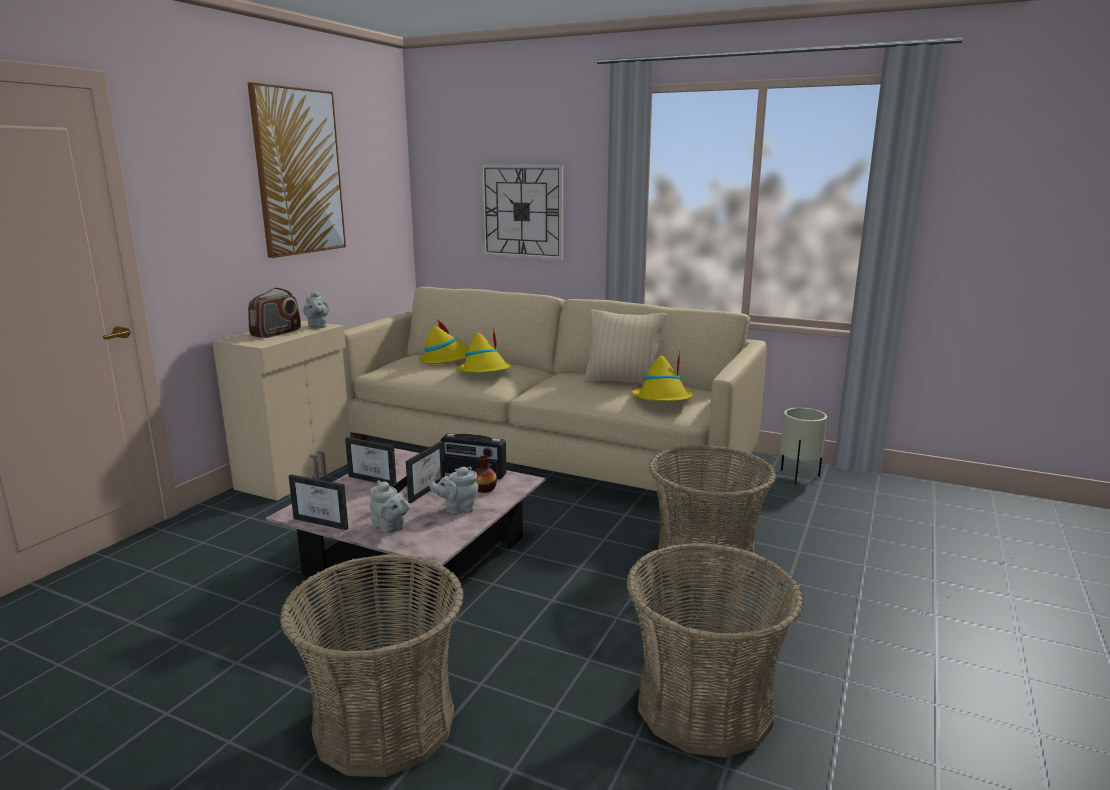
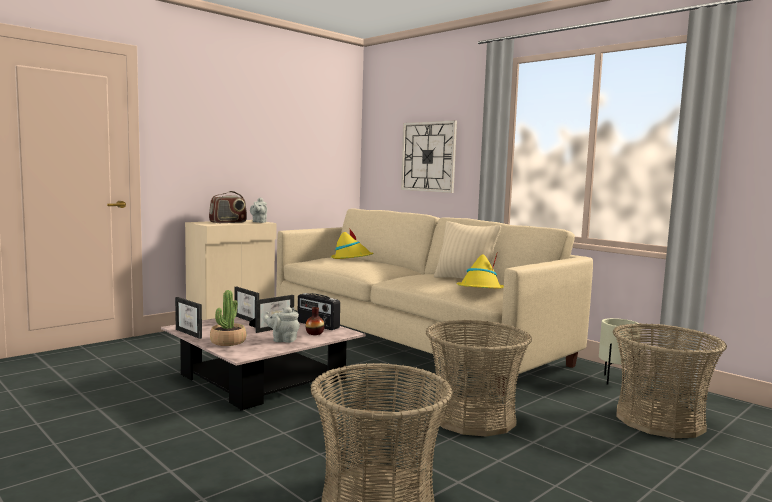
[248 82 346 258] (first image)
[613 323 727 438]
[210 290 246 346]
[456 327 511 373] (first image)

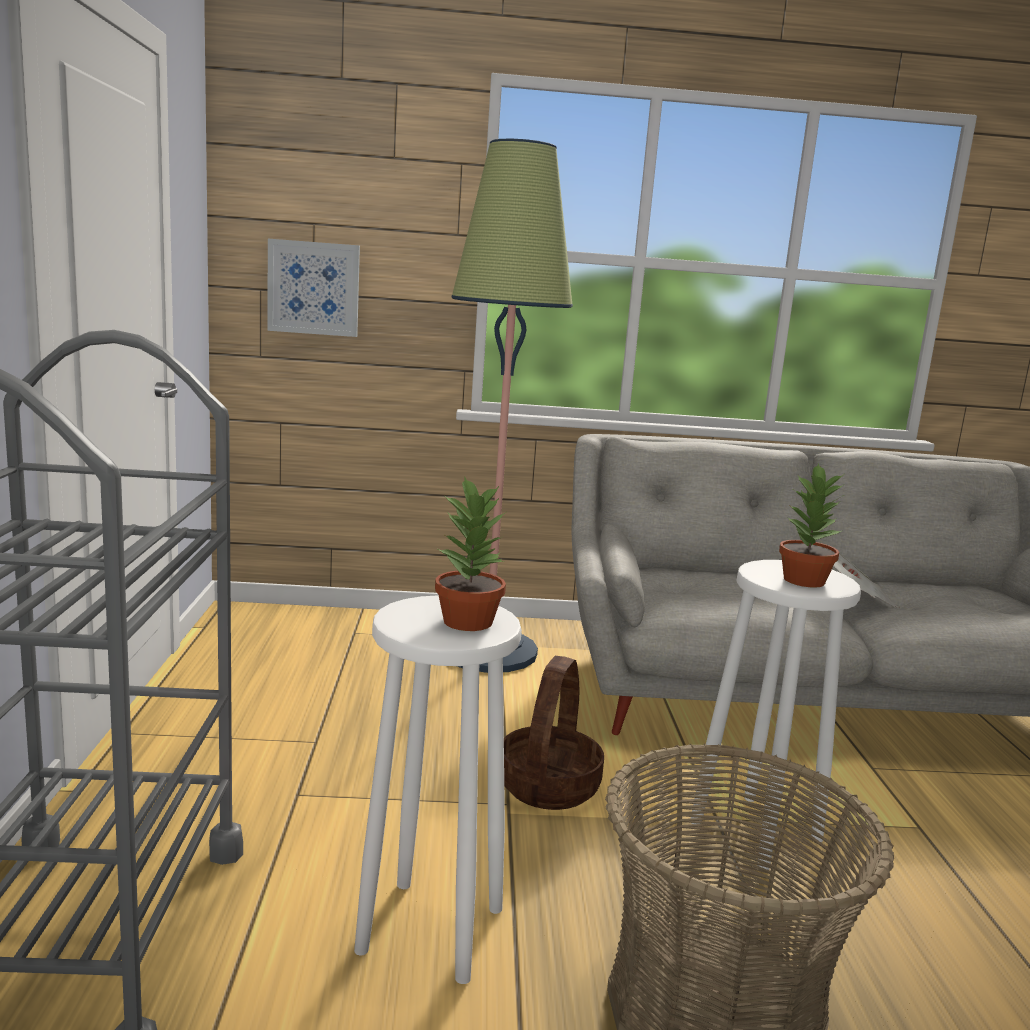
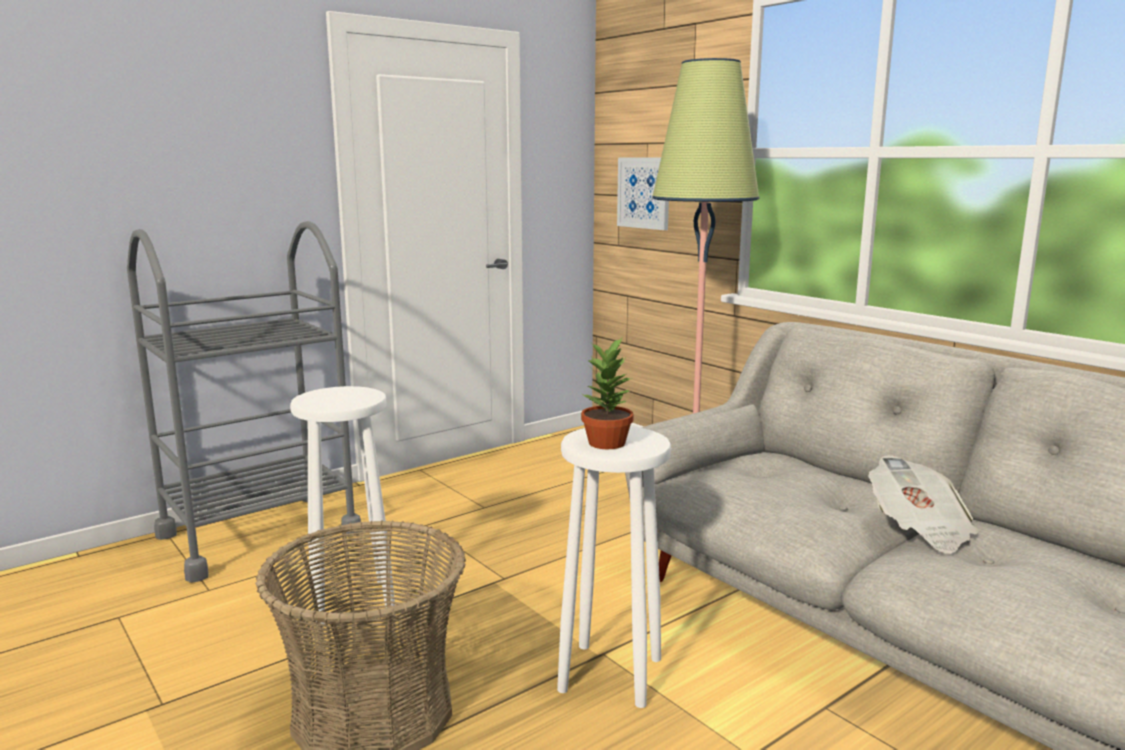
[435 477 506 631] (first image)
[504 656 604 810] (first image)

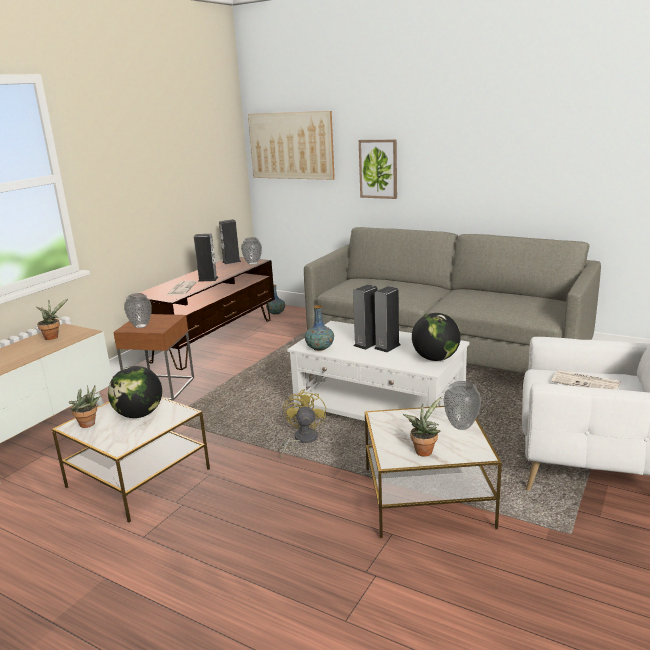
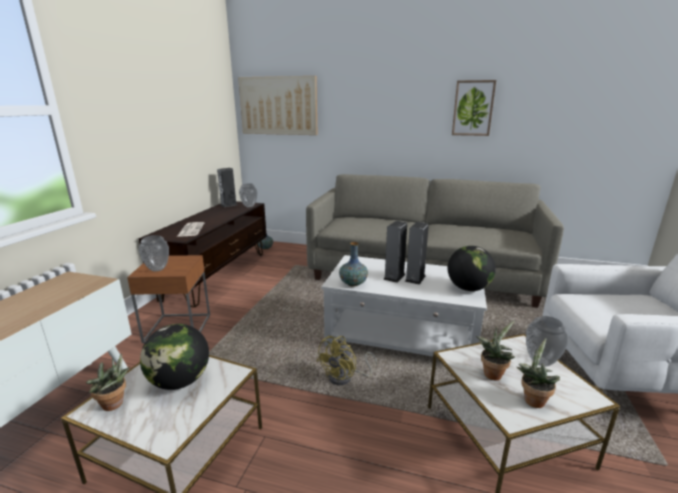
[476 321 515 381]
[194 234 218 282] (first image)
[316 336 377 385]
[452 80 496 136]
[552 370 621 390] (first image)

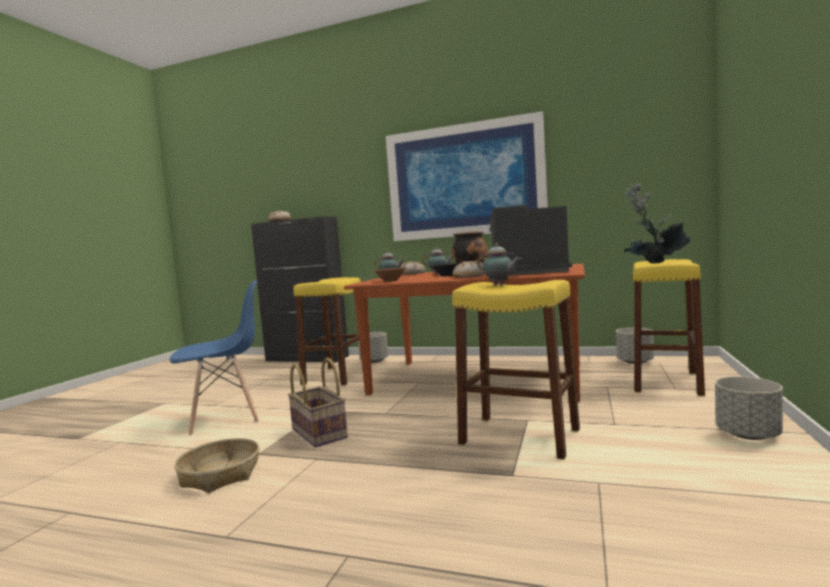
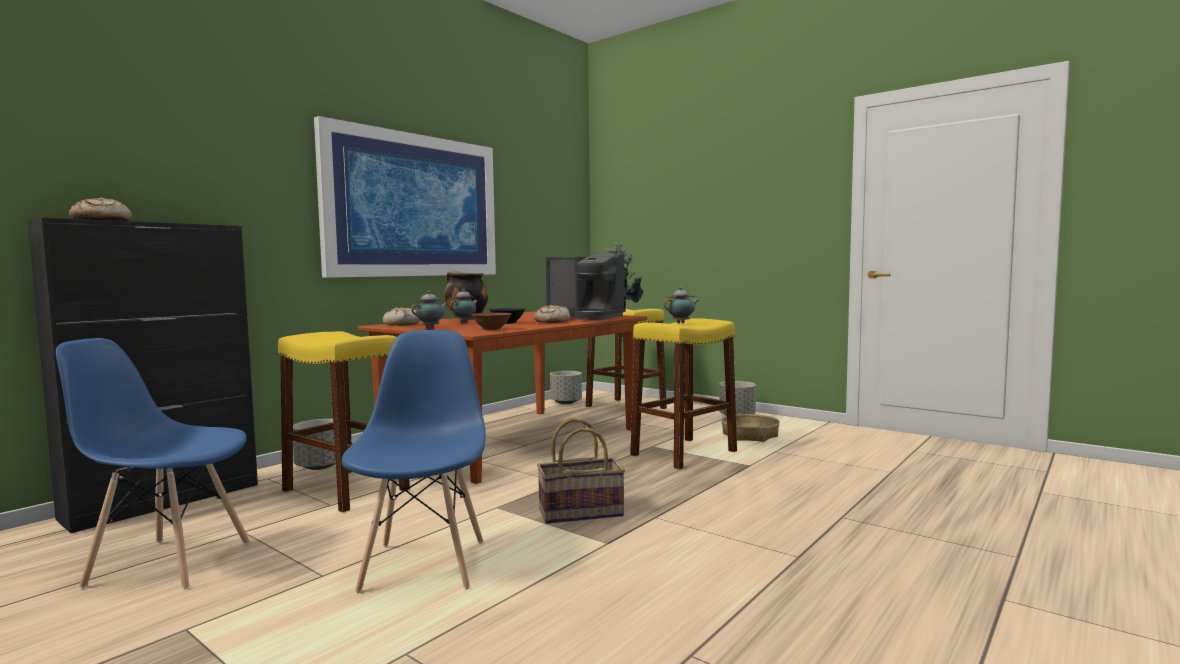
[721 414 780 442]
[546 253 626 320]
[56 338 250 590]

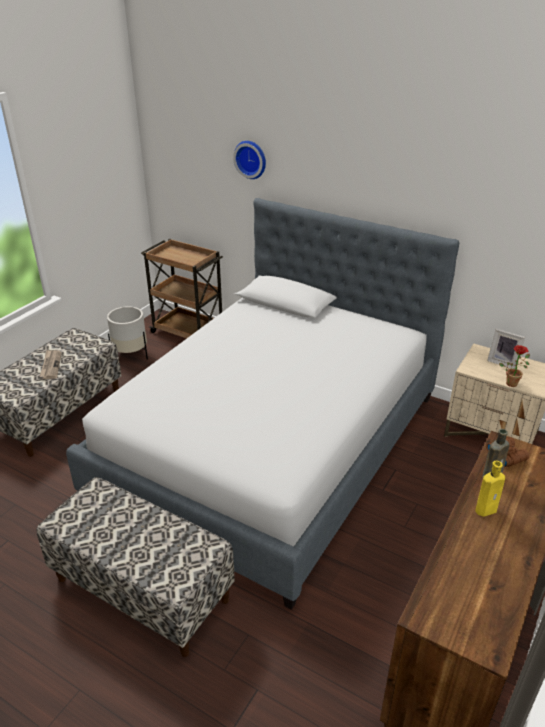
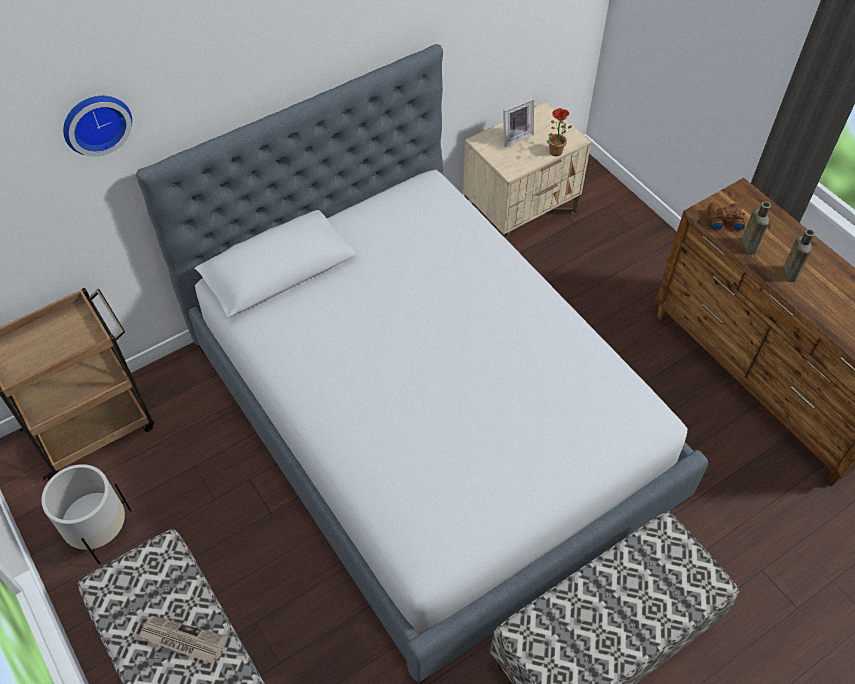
[783 229 815 282]

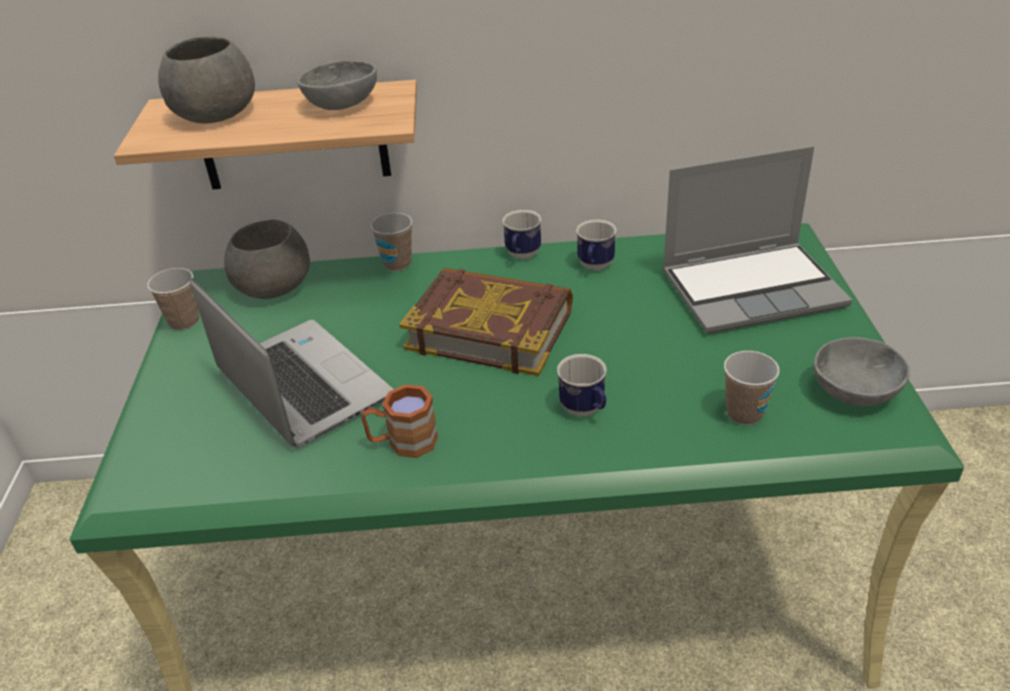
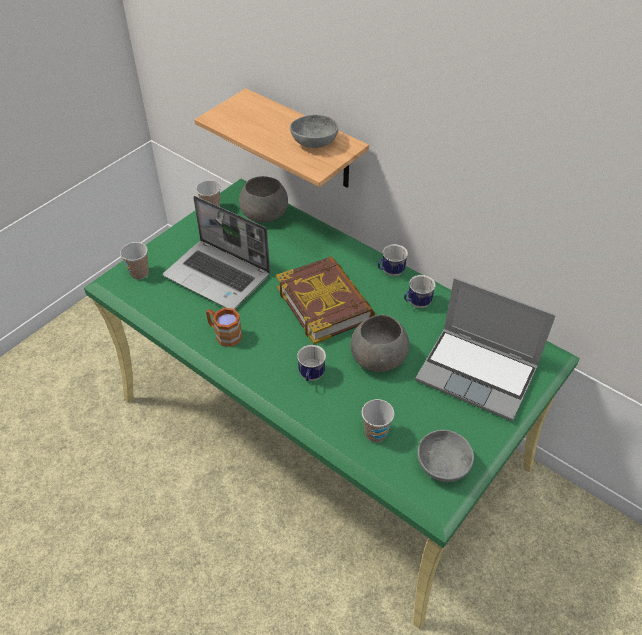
[351 315 409 372]
[163 196 270 309]
[120 242 149 279]

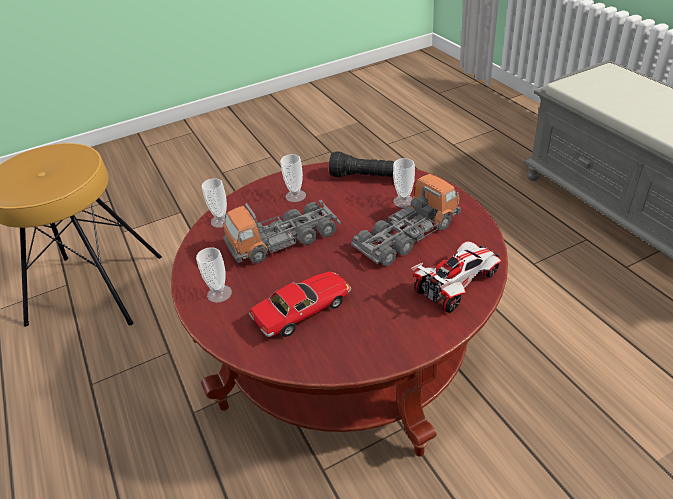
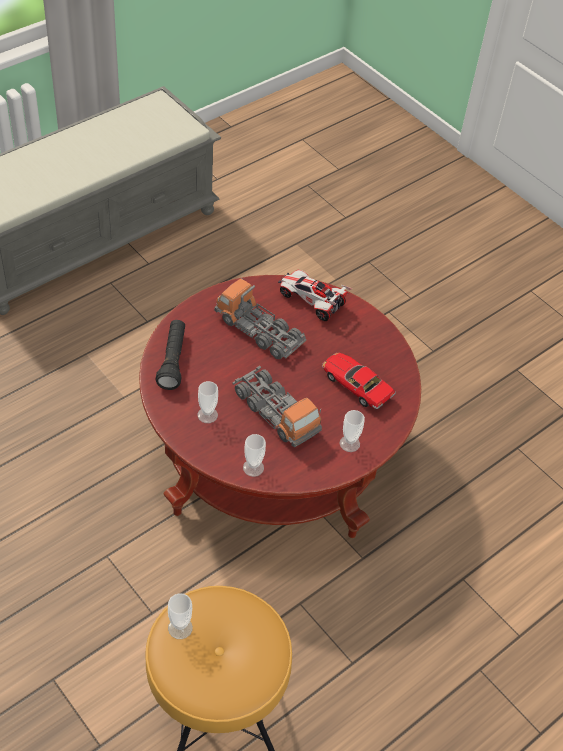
[168 593 193 639]

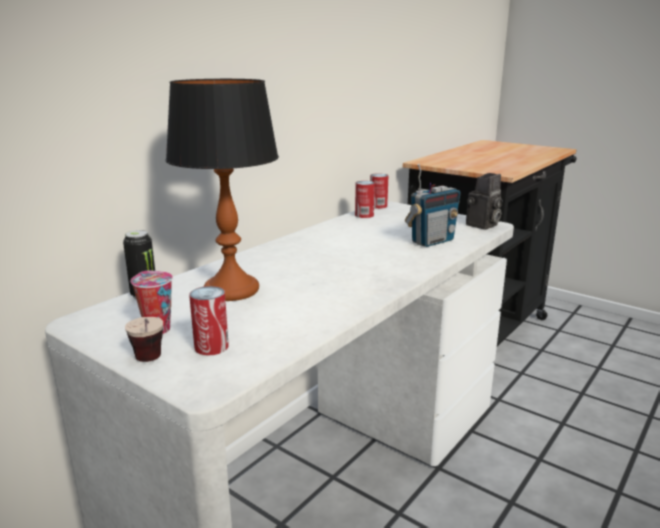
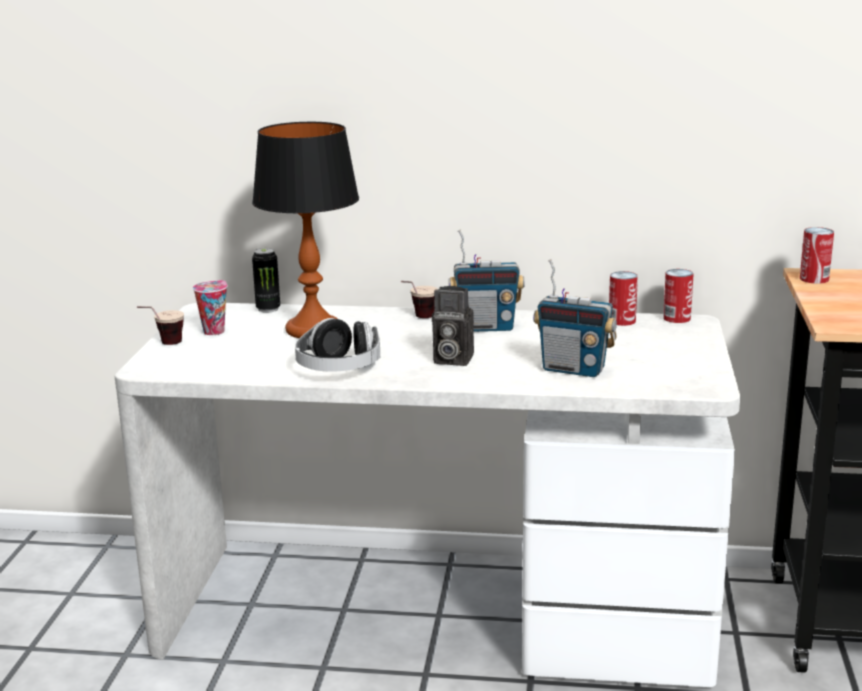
[800 227 834 284]
[432 286 474 366]
[295 318 380 372]
[401 281 438 318]
[449 230 525 332]

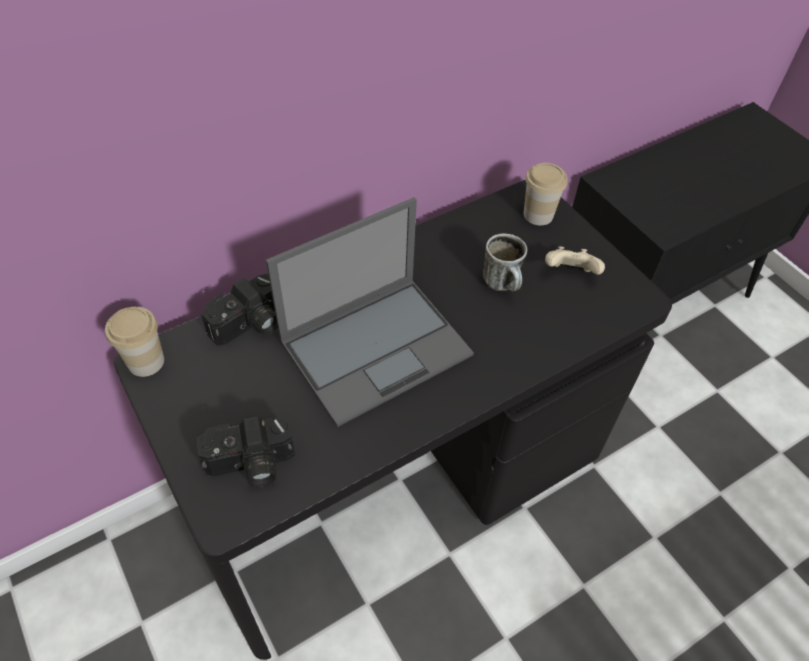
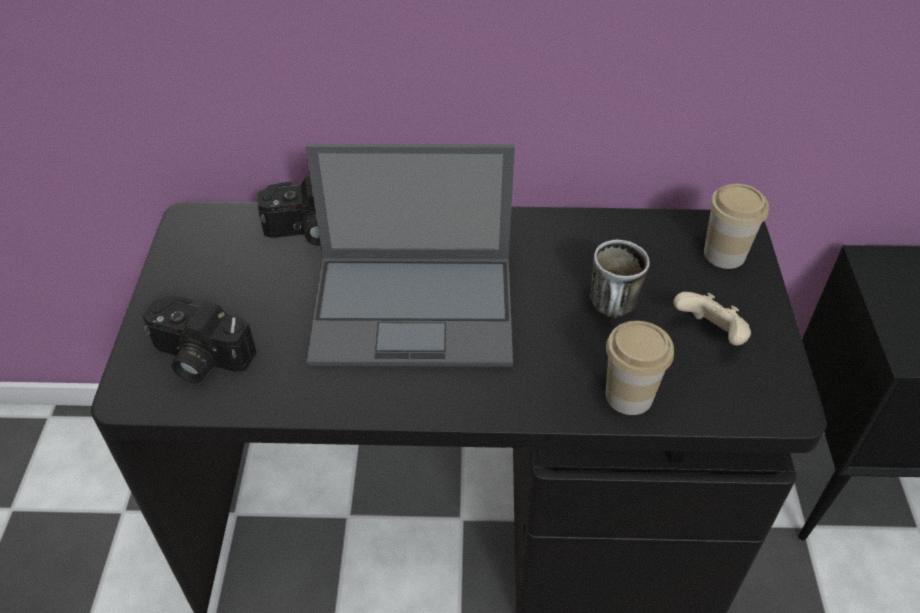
[605 321 674 415]

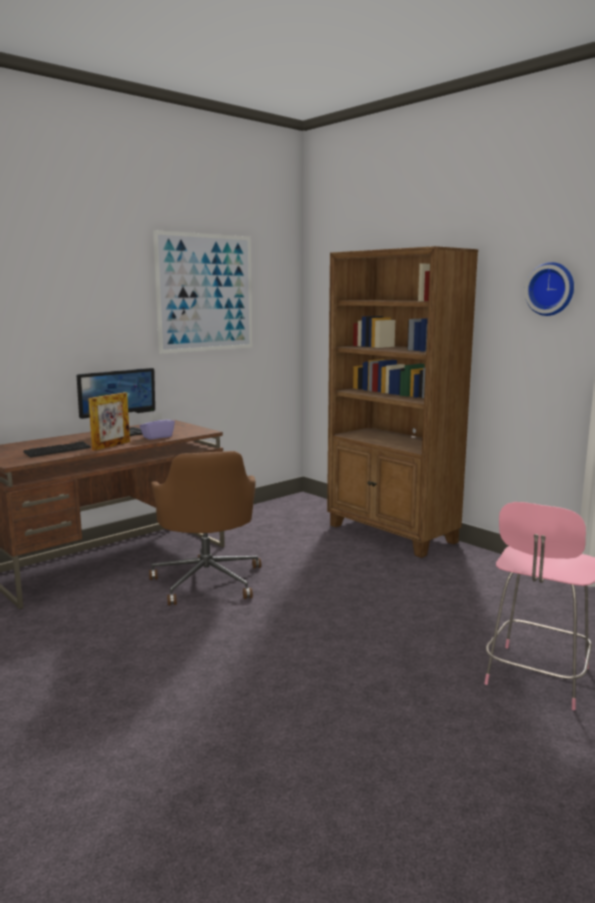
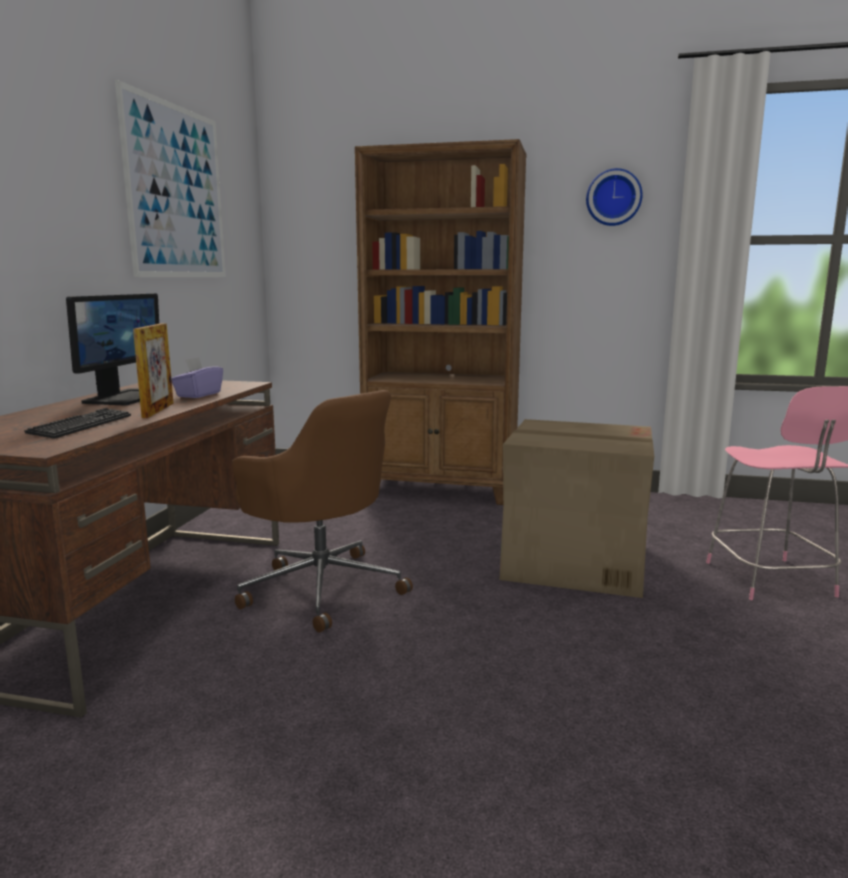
[499 419 654 598]

